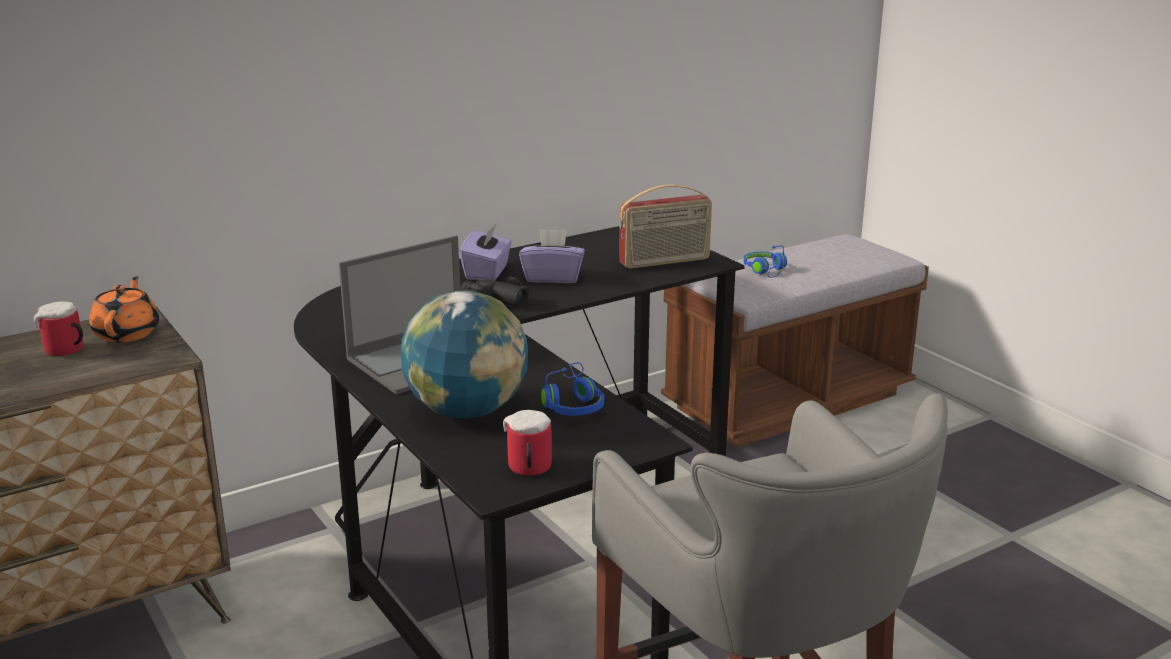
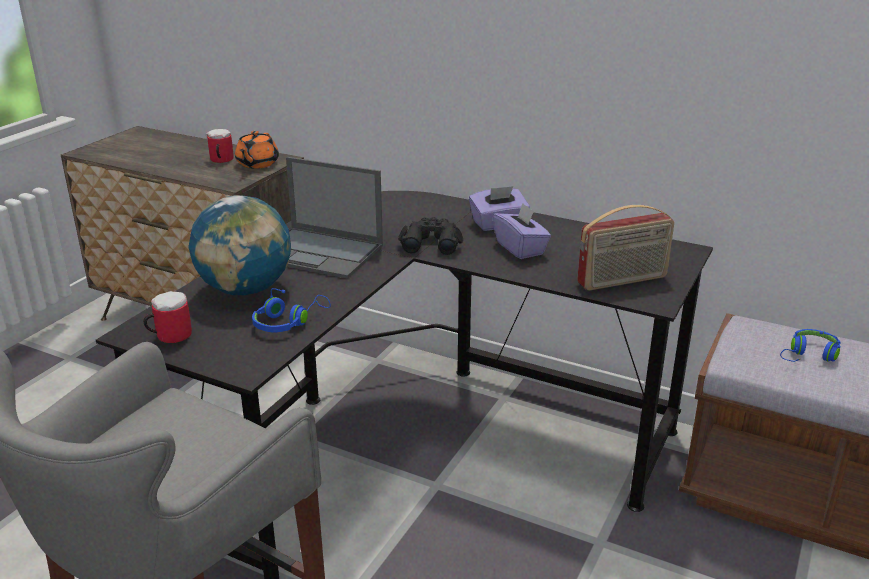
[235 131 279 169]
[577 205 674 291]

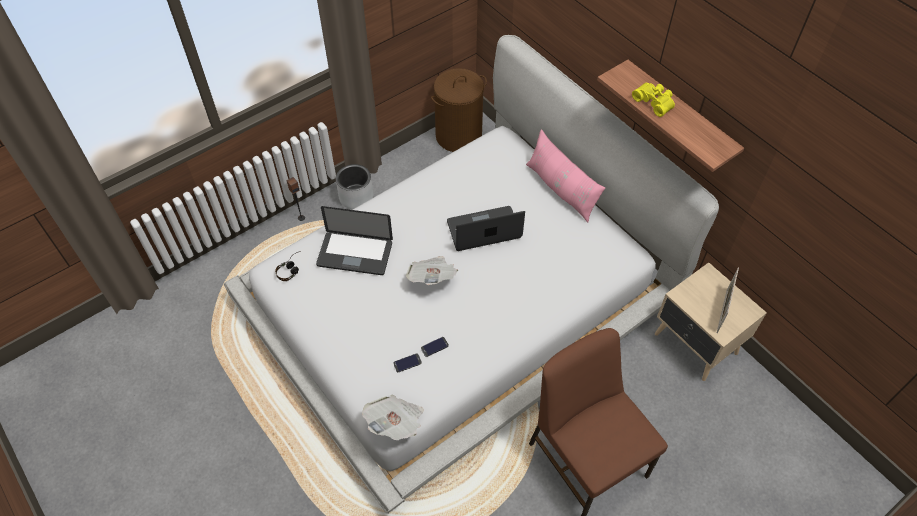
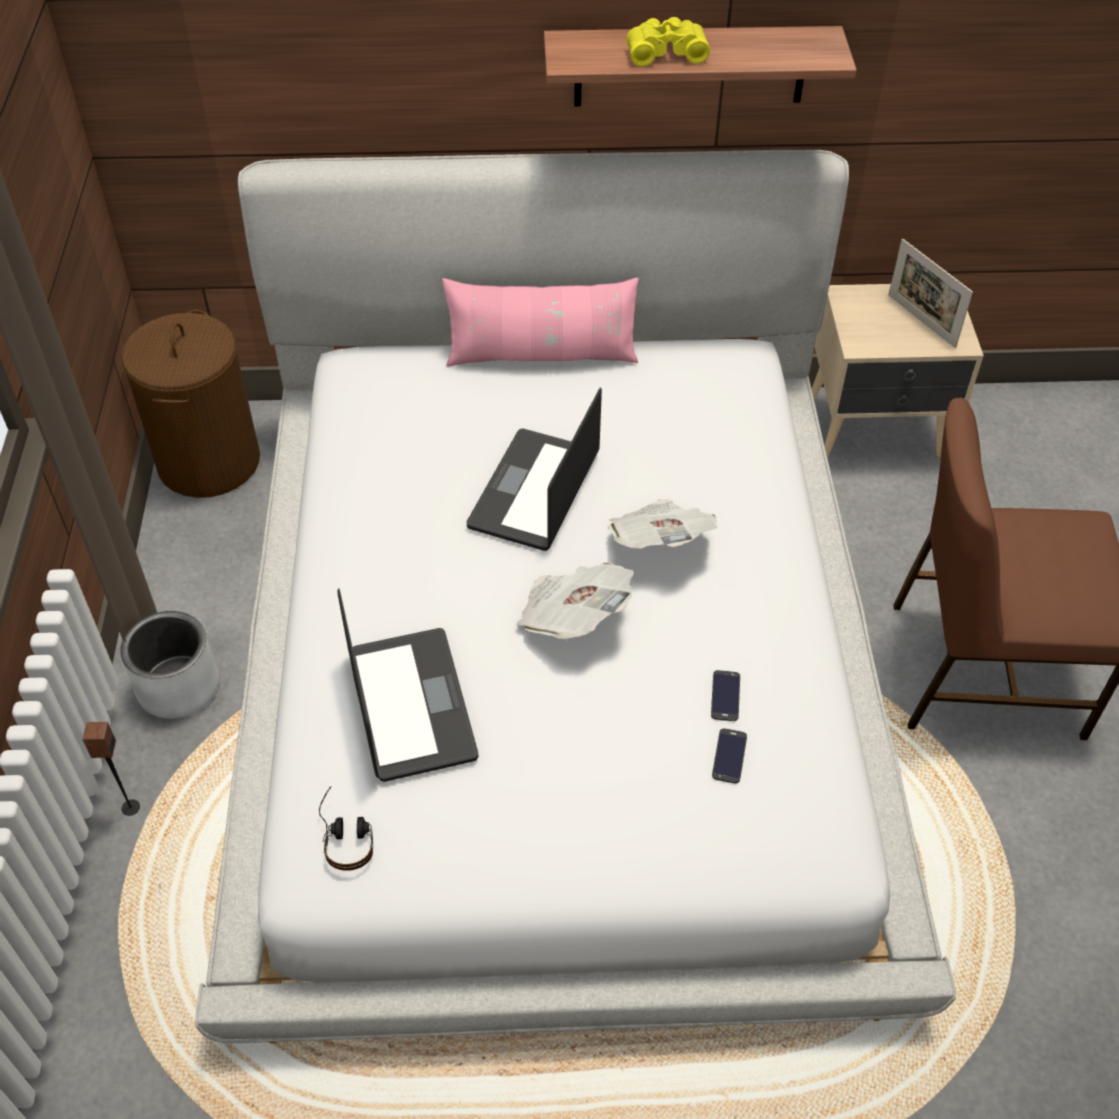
[337 588 478 782]
[609 499 717 549]

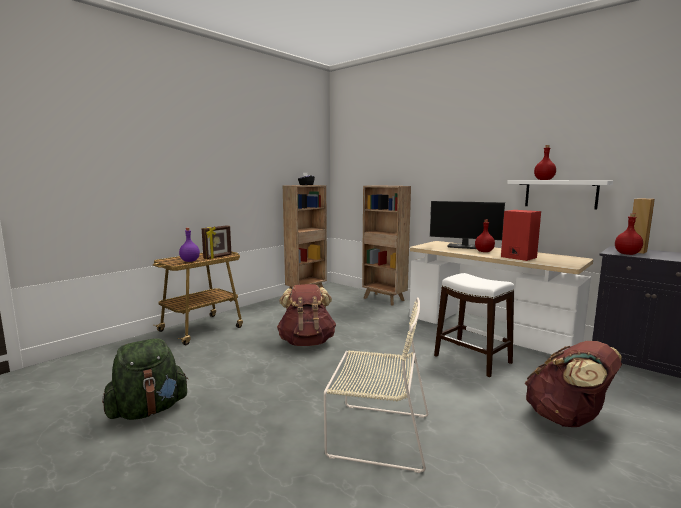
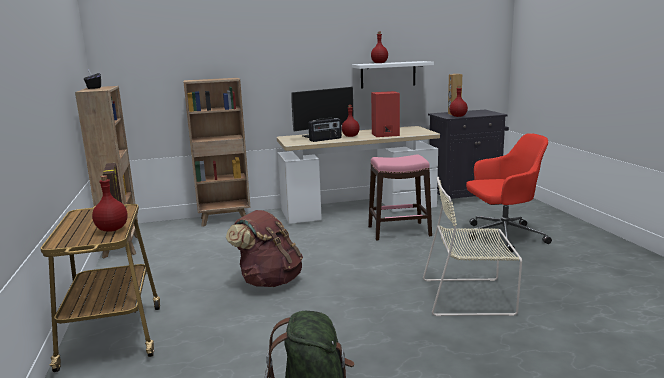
[92 175 128 232]
[423 177 522 316]
[368 154 432 241]
[466 133 552 252]
[308 118 342 142]

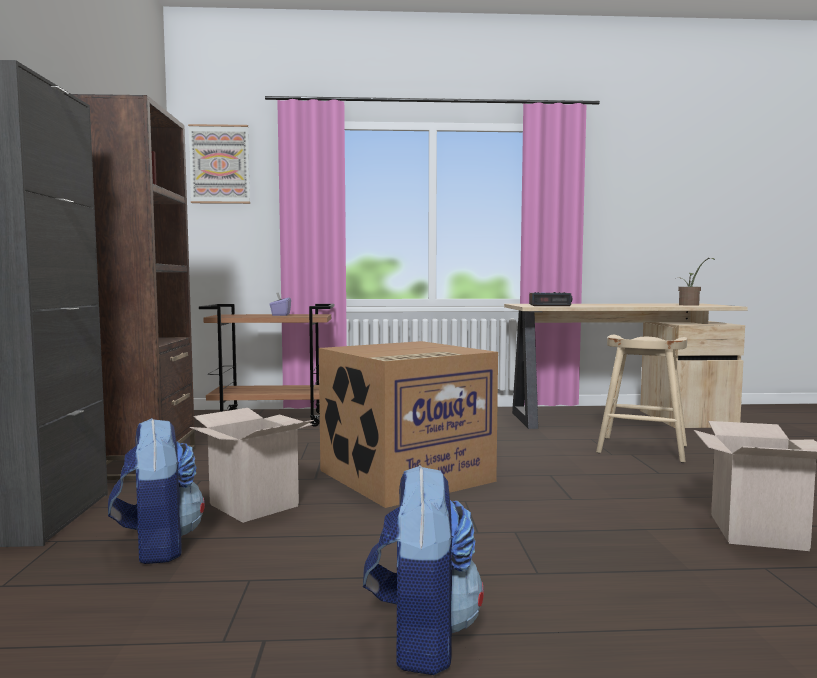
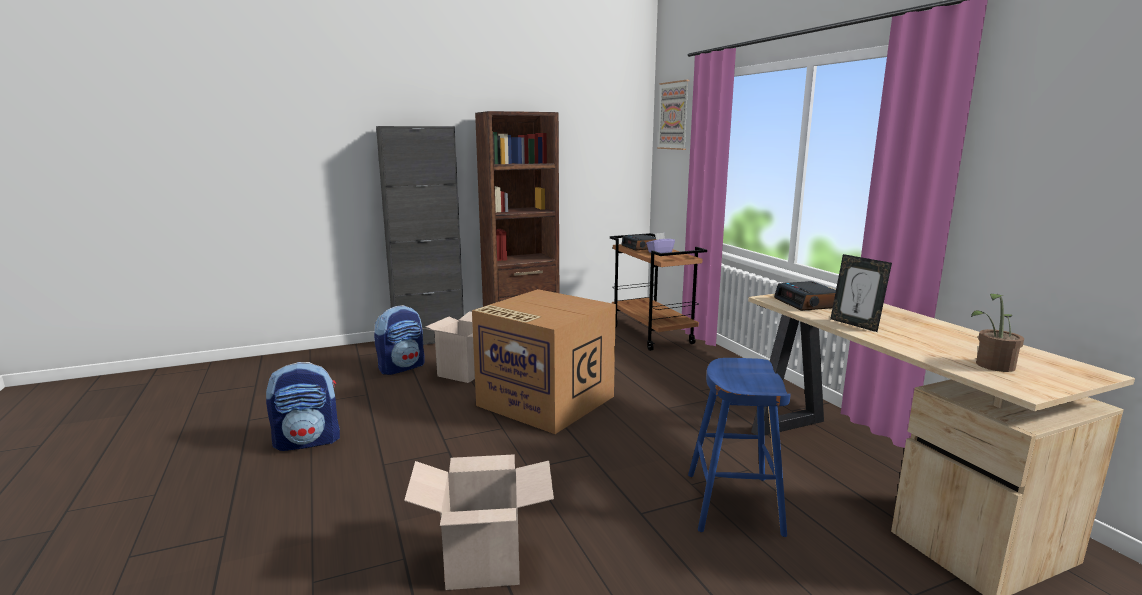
[688 358 790 537]
[621 234 656 251]
[830 254 892 332]

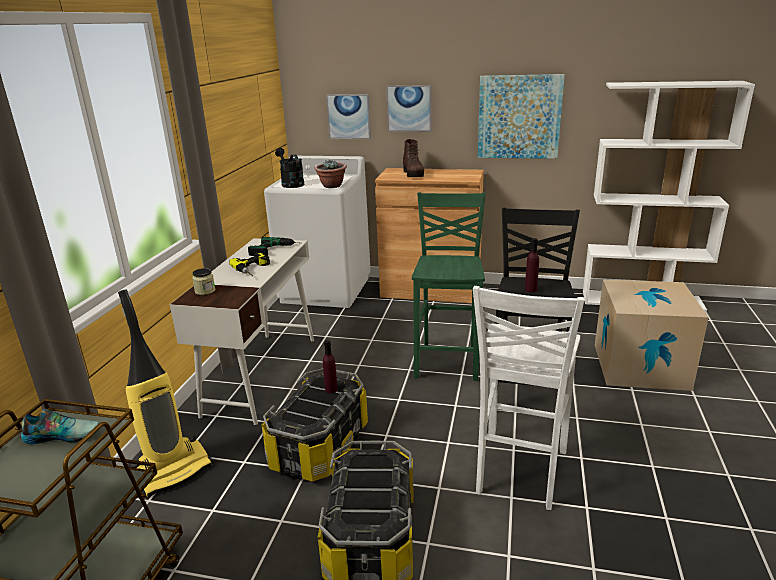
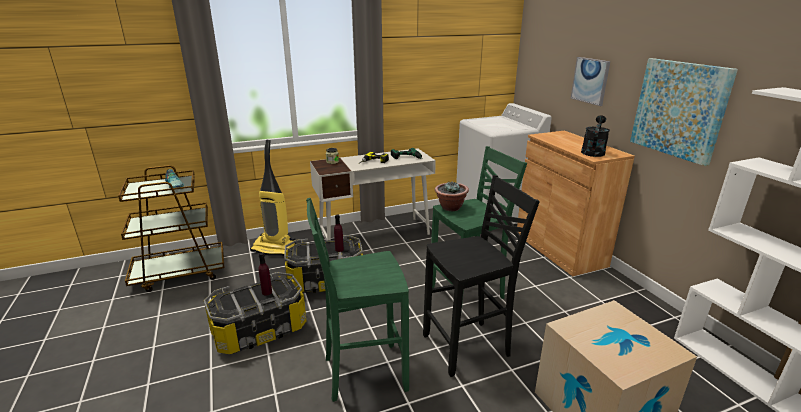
[581 115 610 157]
[435 181 469 211]
[326 94 371 139] (first image)
[403 139 424 177] (first image)
[306 198 409 402]
[259 253 272 296]

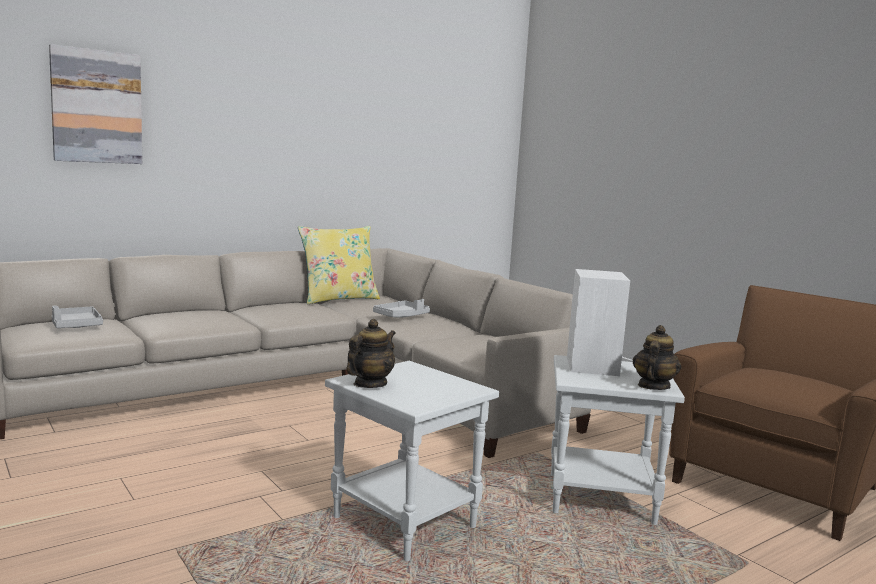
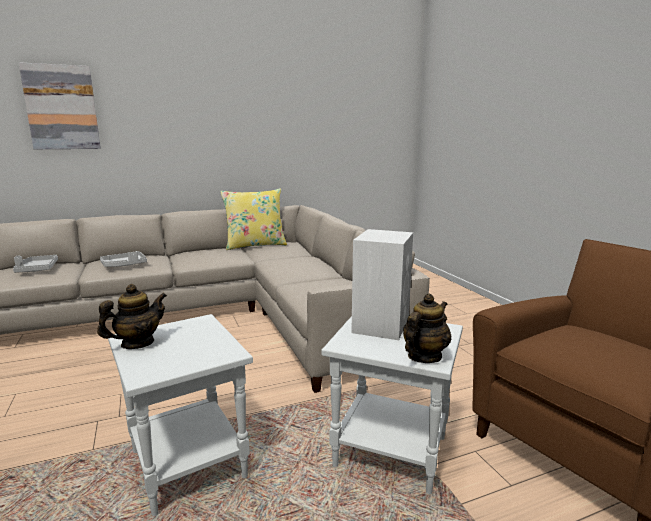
[100 251 147 267]

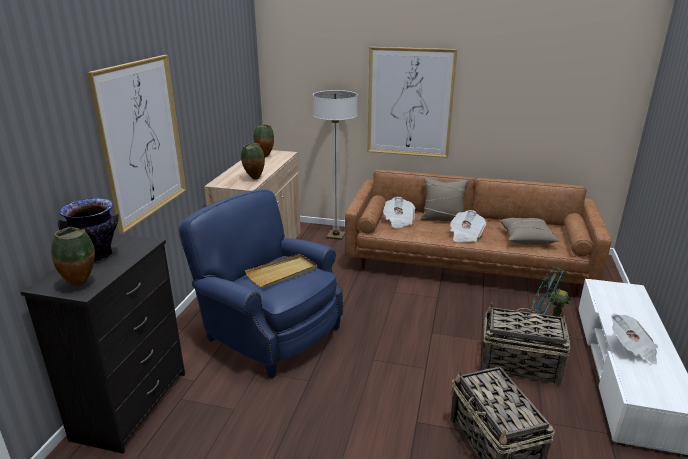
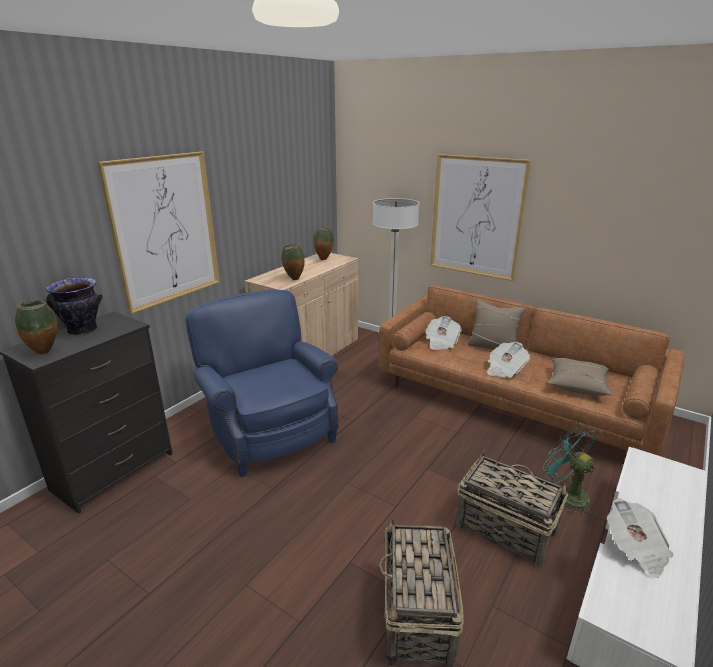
[245 254 317 287] (first image)

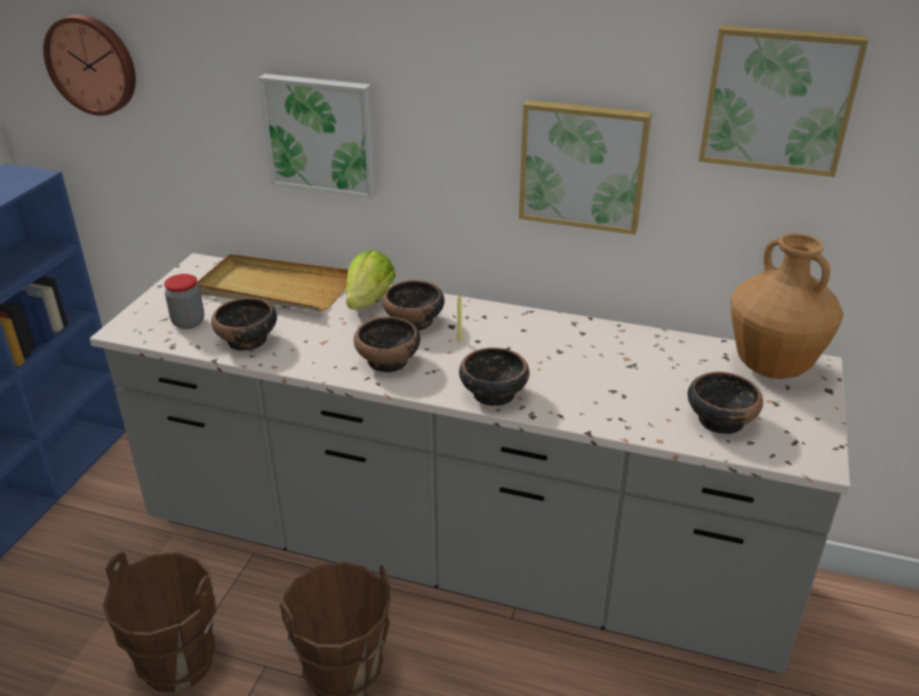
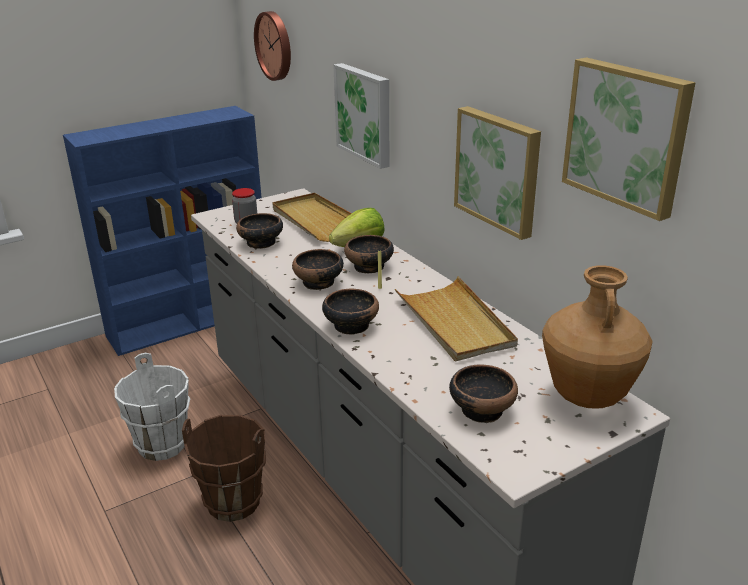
[114 353 190 461]
[395 276 518 361]

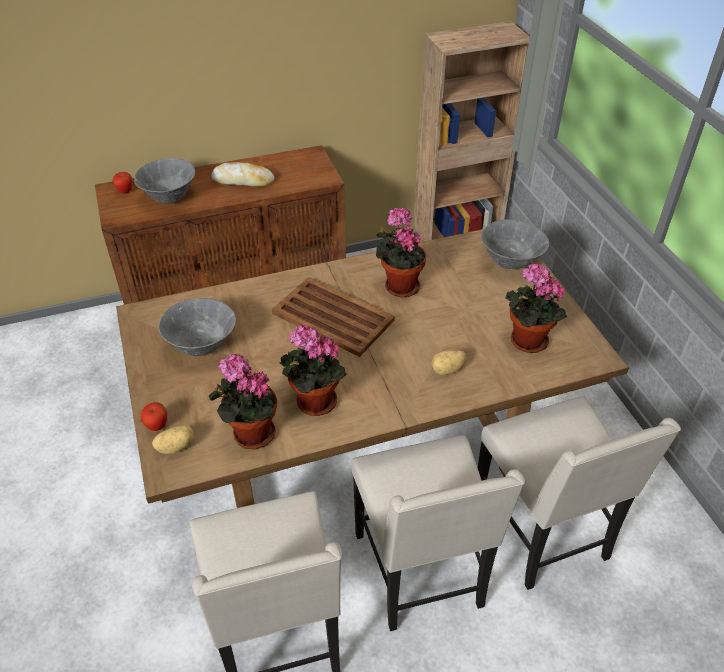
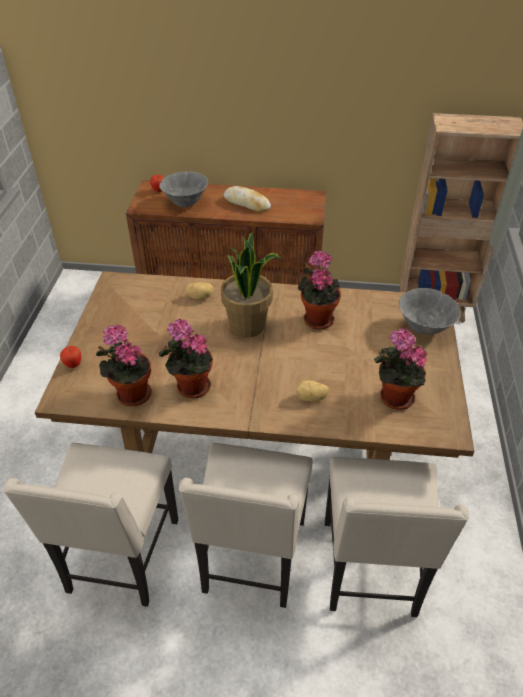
[186 282 214 299]
[158 298 236 356] (first image)
[221 232 280 338]

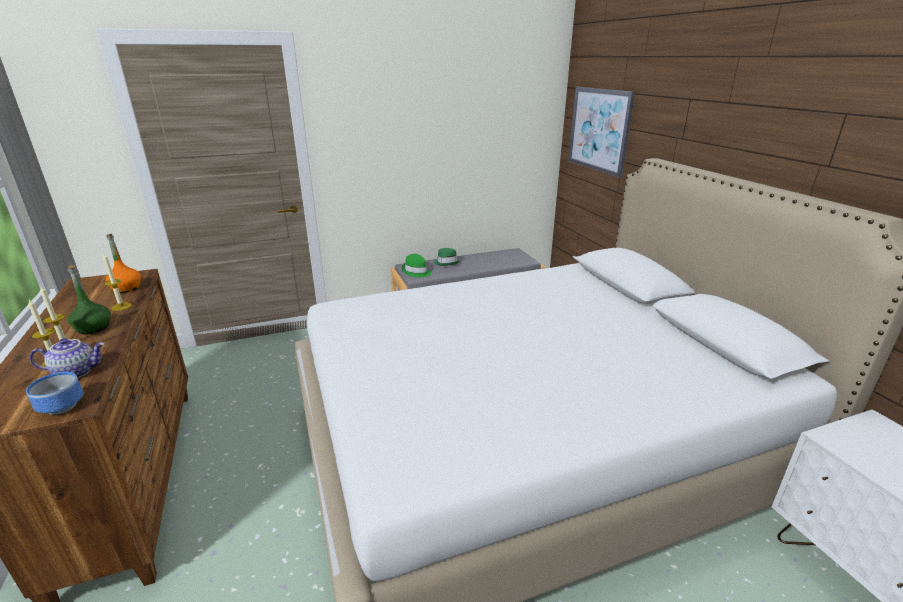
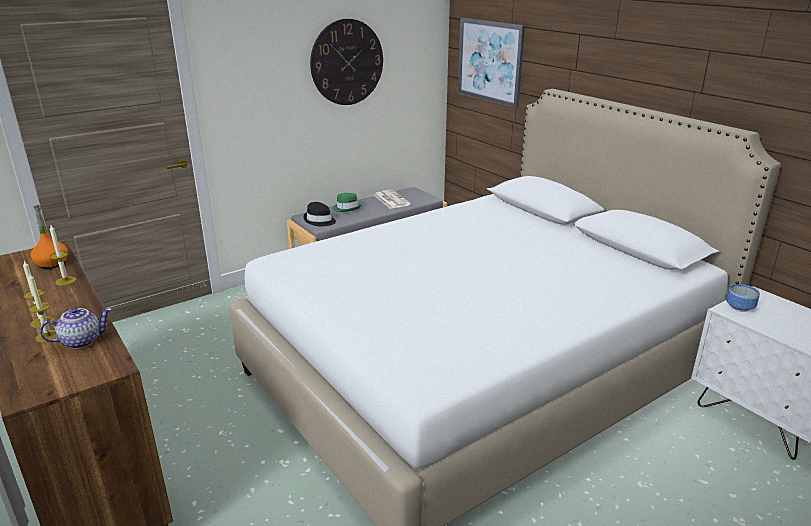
[726 284 760 312]
[67 265 111 334] (first image)
[303 202 336 226]
[310 19 383 105]
[374 190 411 209]

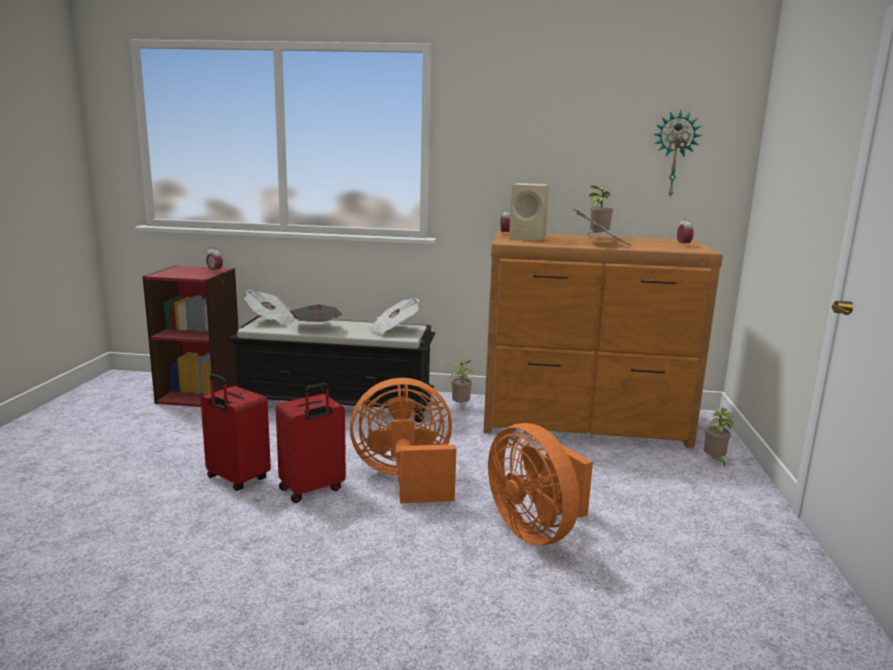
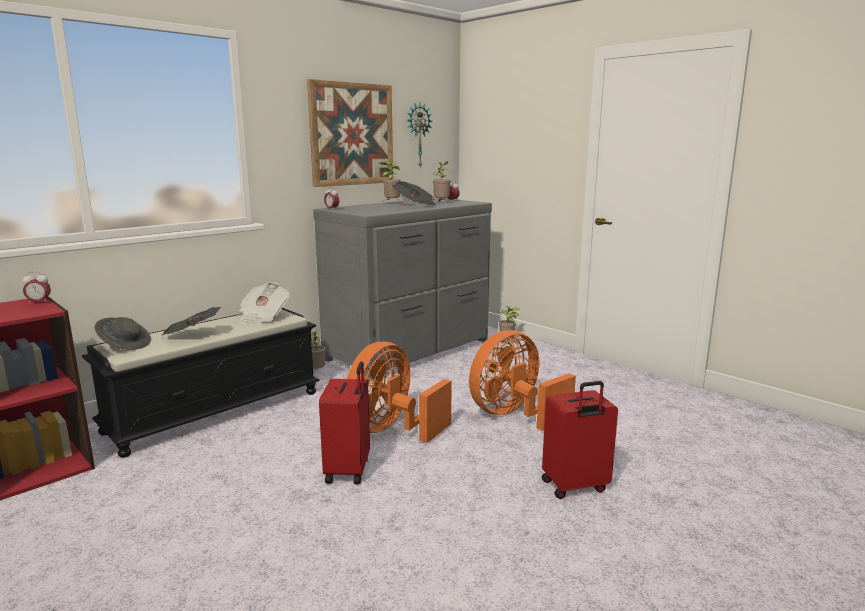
[542 381 618 499]
[95 317 151 350]
[313 198 492 381]
[469 330 576 431]
[509 183 549 241] (first image)
[307 79 393 187]
[433 162 451 201]

